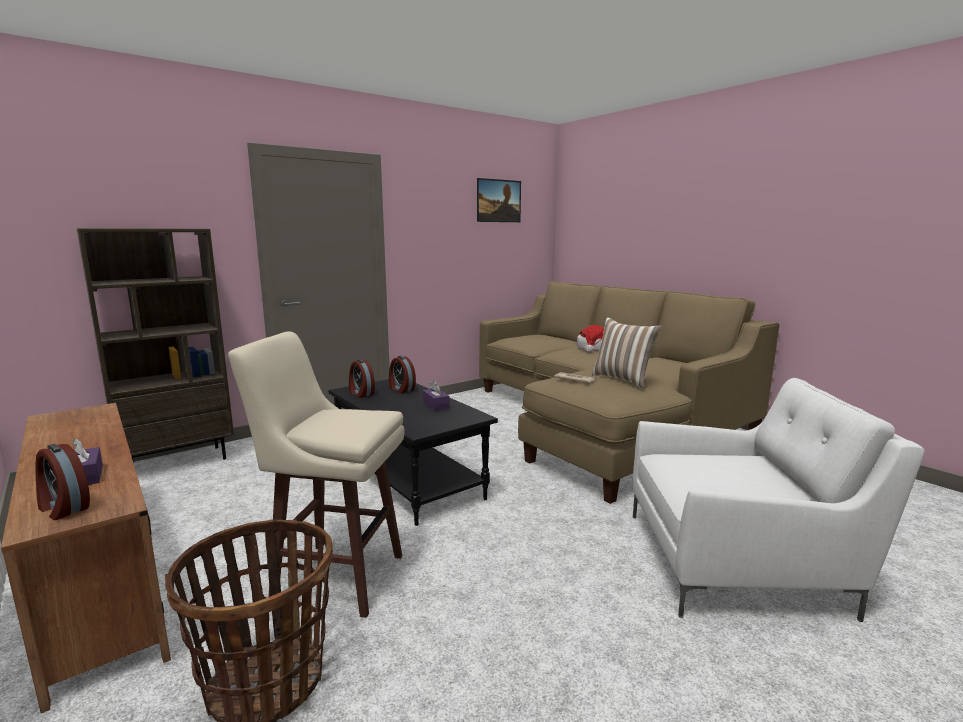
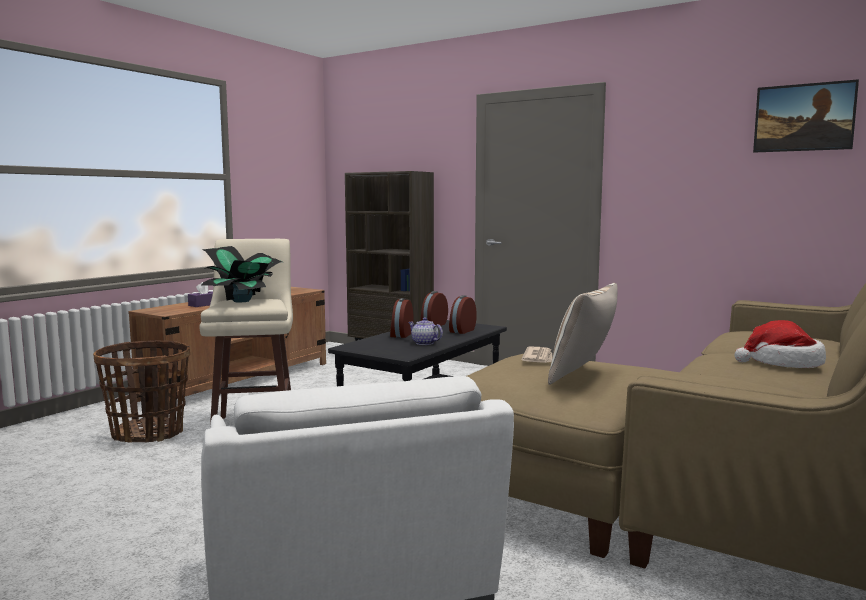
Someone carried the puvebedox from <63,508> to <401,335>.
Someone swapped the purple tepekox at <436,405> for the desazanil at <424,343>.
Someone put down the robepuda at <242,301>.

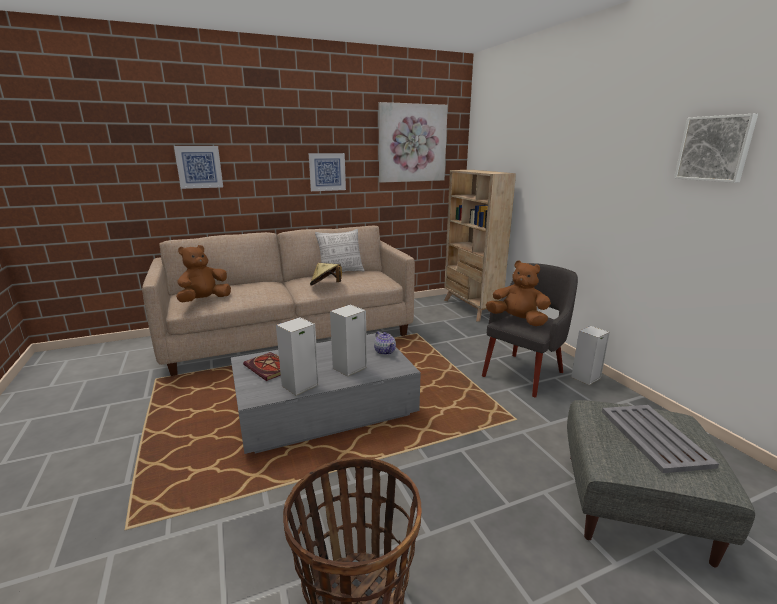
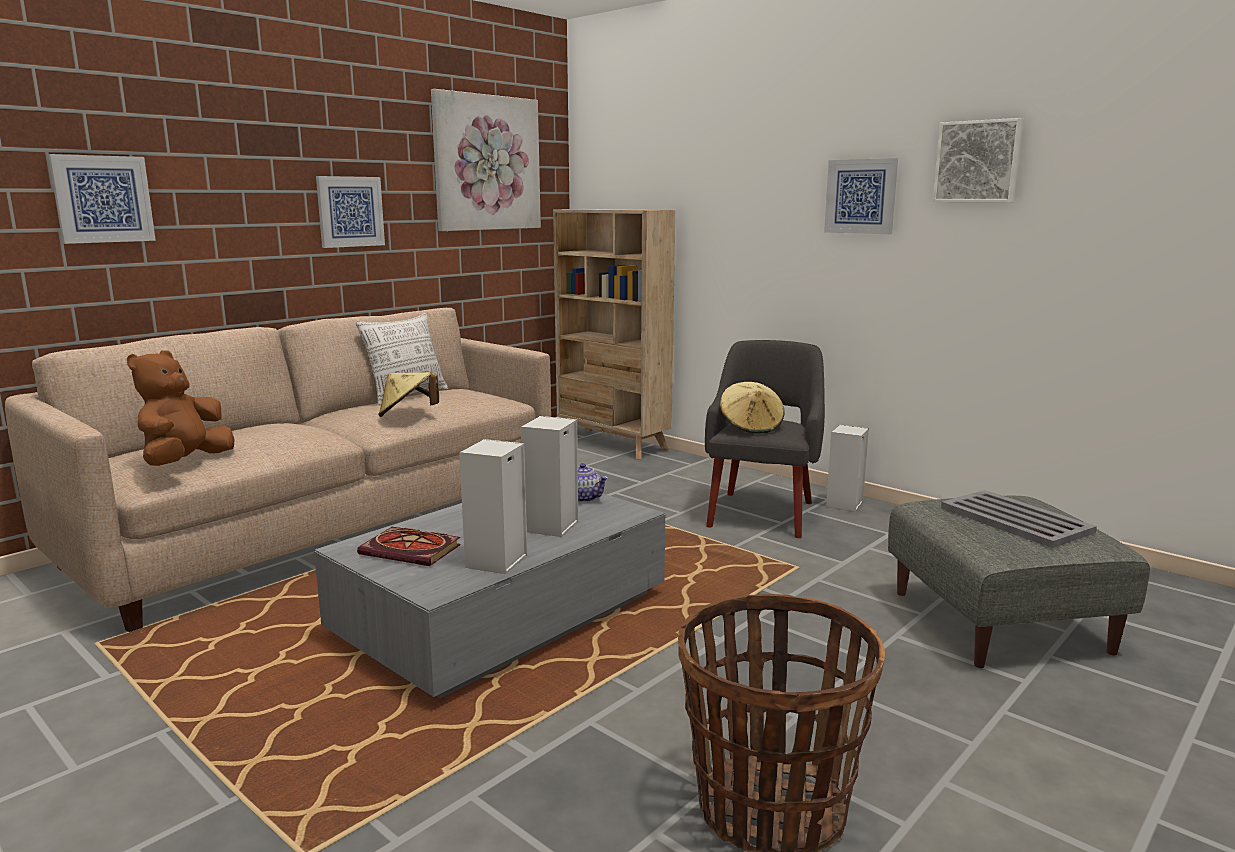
Someone swapped the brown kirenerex at <517,320> for the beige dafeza at <751,427>.
Someone put up the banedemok at <861,196>.

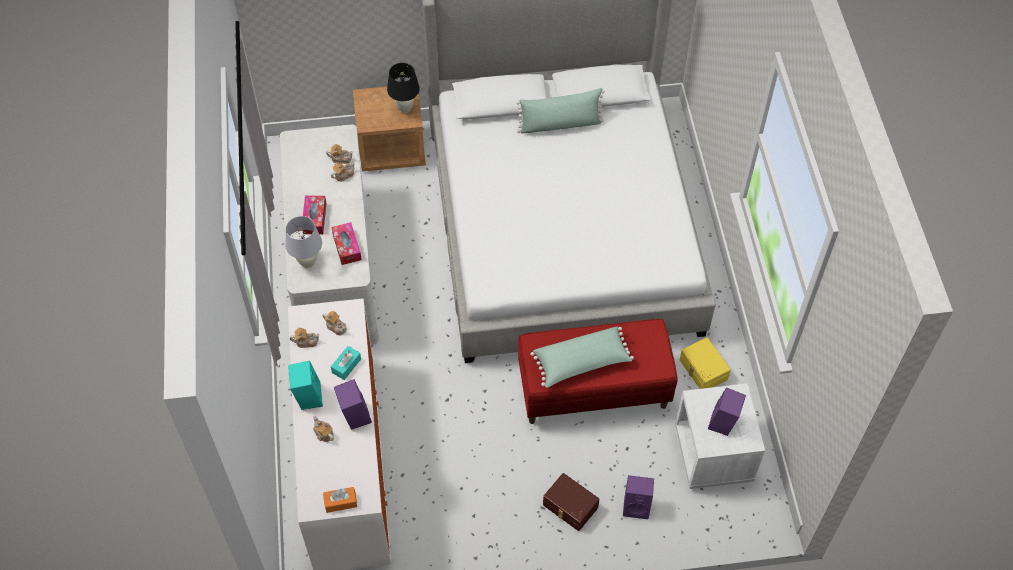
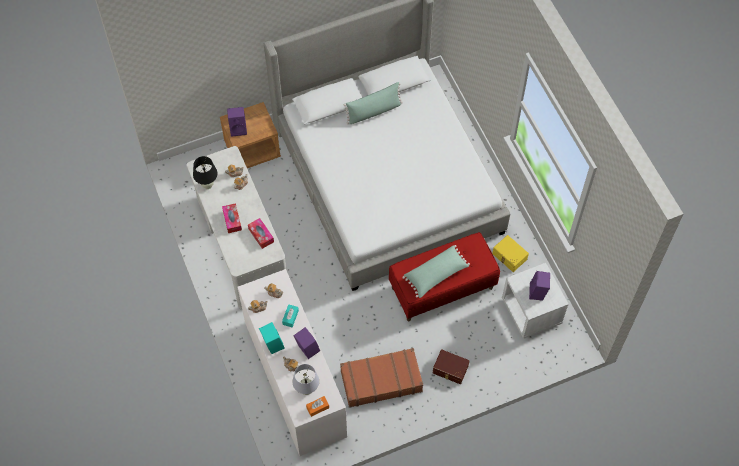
Someone carried the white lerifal from <307,263> to <307,390>.
Someone carried the black lerifal from <405,108> to <208,185>.
Someone carried the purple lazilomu from <637,506> to <238,128>.
Someone put down the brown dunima at <381,380>.

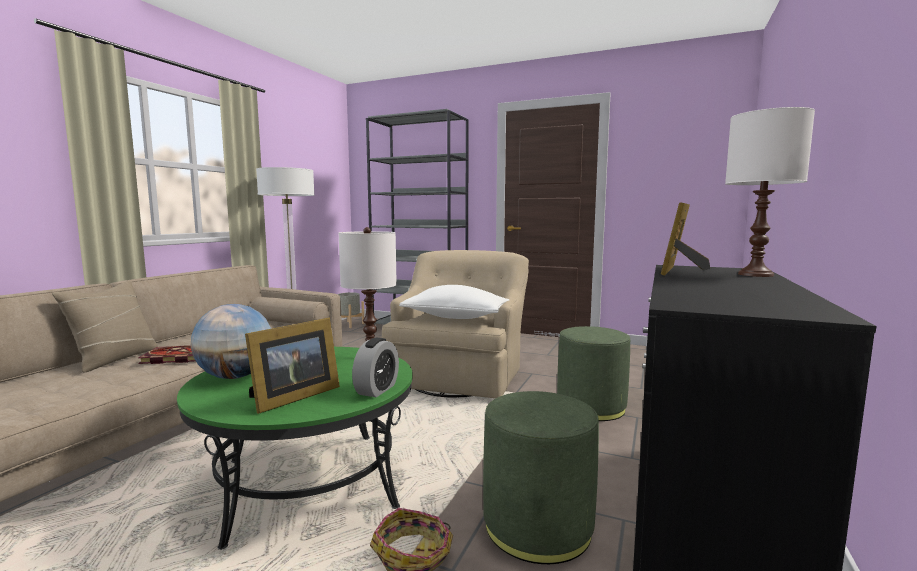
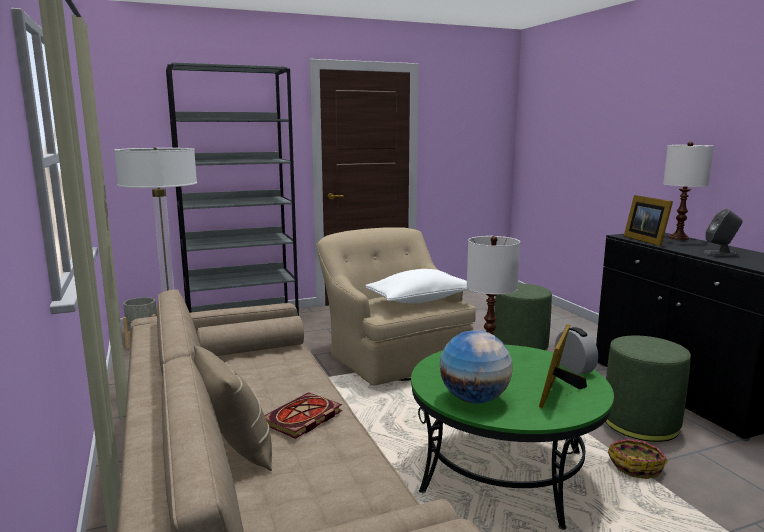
Someone rotated the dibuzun at <292,397> by 150 degrees counterclockwise.
Someone put down the grey lazilomu at <720,253>.

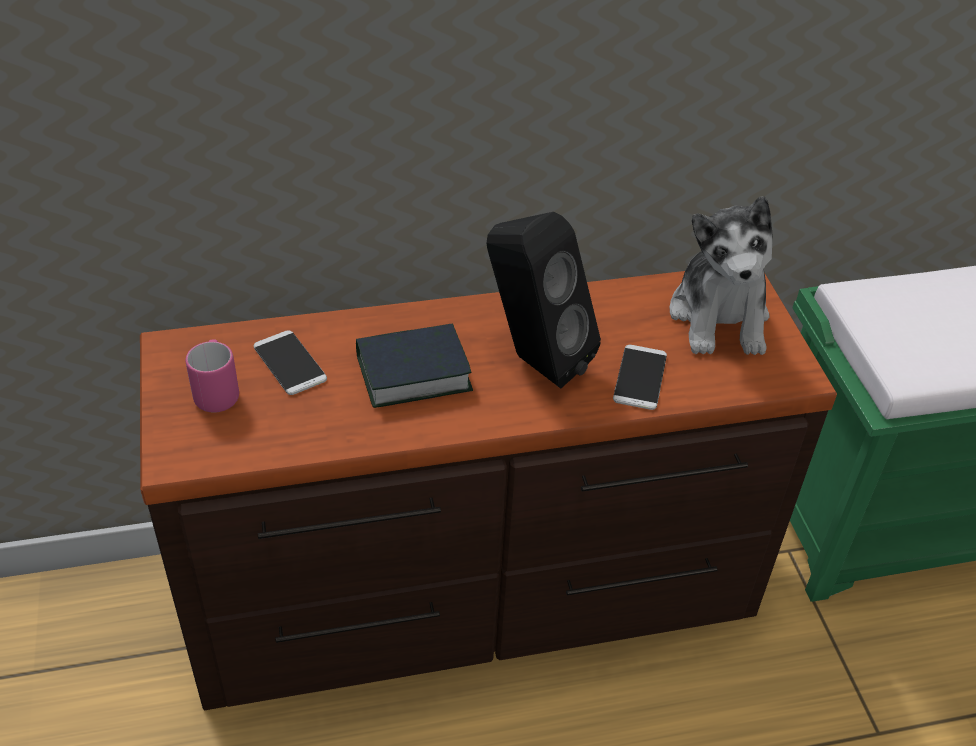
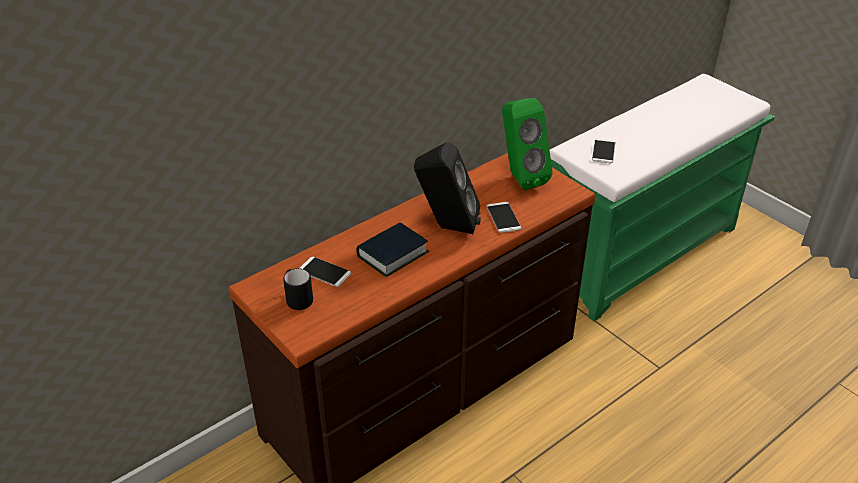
Someone repainted the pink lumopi at <217,392>, which became the black lumopi at <297,299>.
Someone swapped the kirenerex at <719,317> for the green lazilomu at <520,178>.
Someone put down the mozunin at <603,151>.

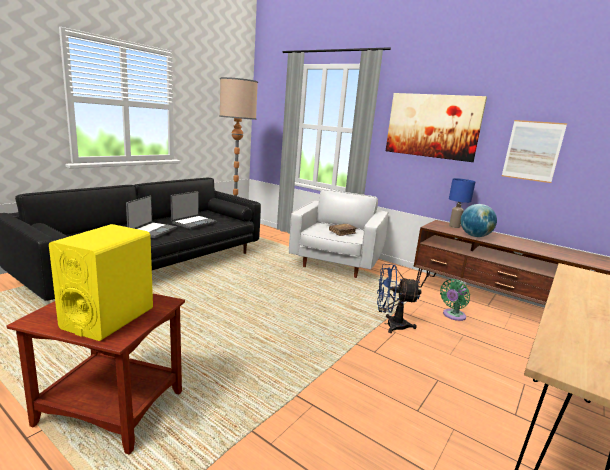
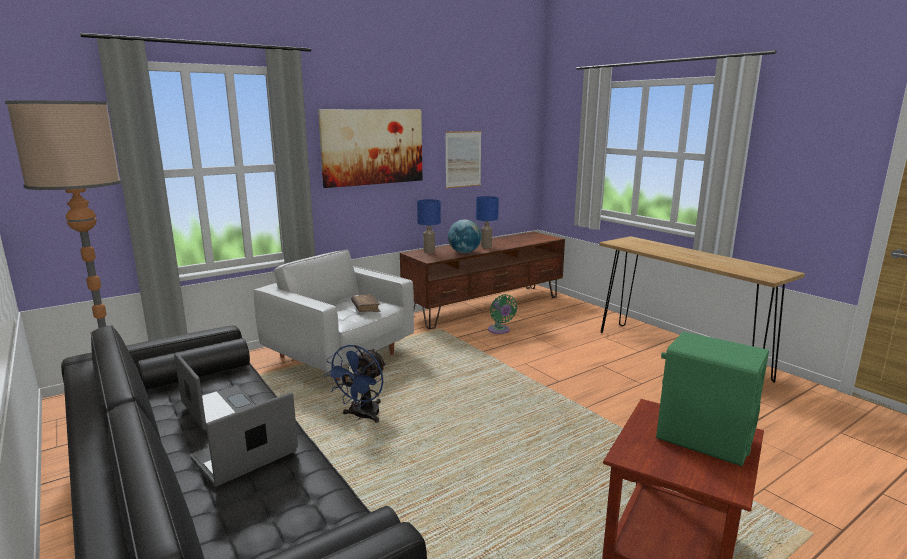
Someone repainted the yellow lazilomu at <109,318>, which became the green lazilomu at <703,439>.
Someone rotated the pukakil at <152,231> by 75 degrees counterclockwise.
Someone carried the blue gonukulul from <390,325> to <362,416>.
Someone put down the blue lerifal at <486,247>.

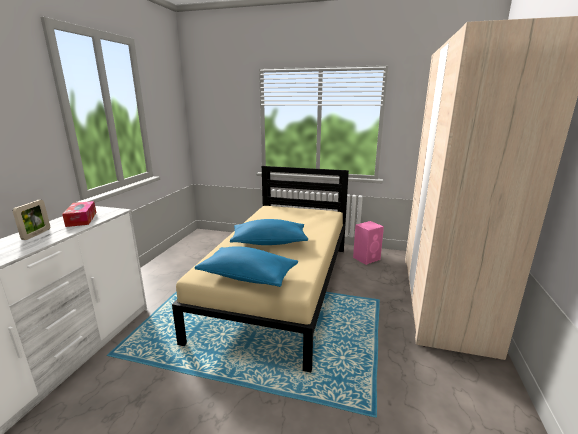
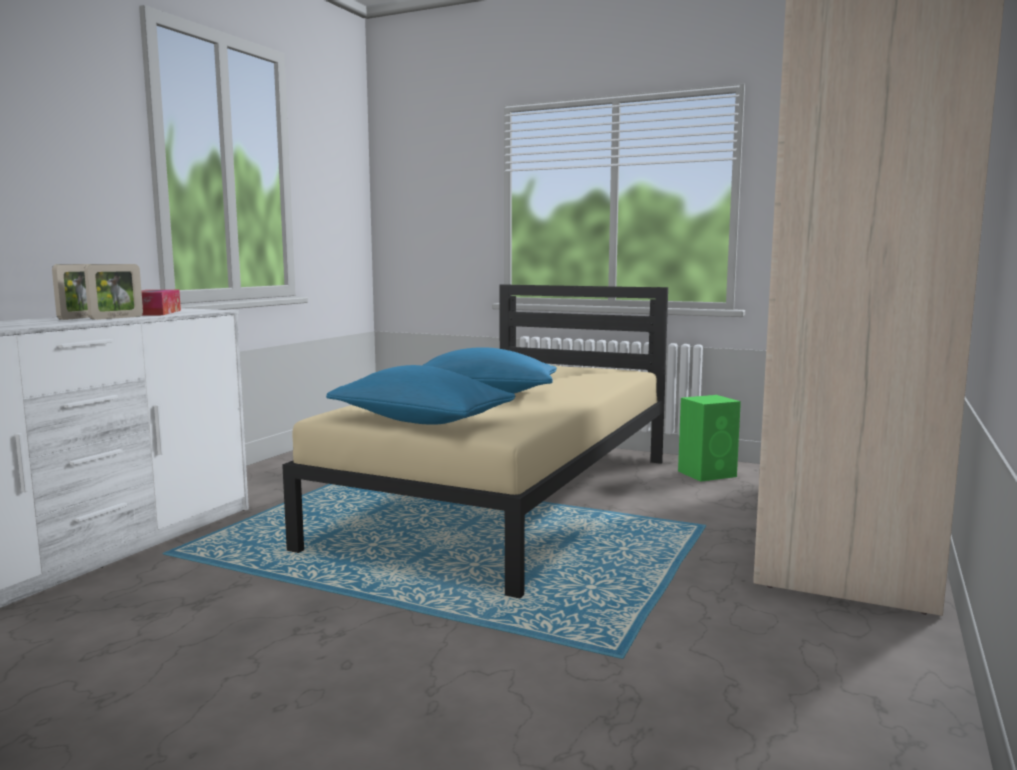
Someone repainted the pink lazilomu at <367,258>, which became the green lazilomu at <708,474>.
Someone put down the dibuzun at <116,318>.

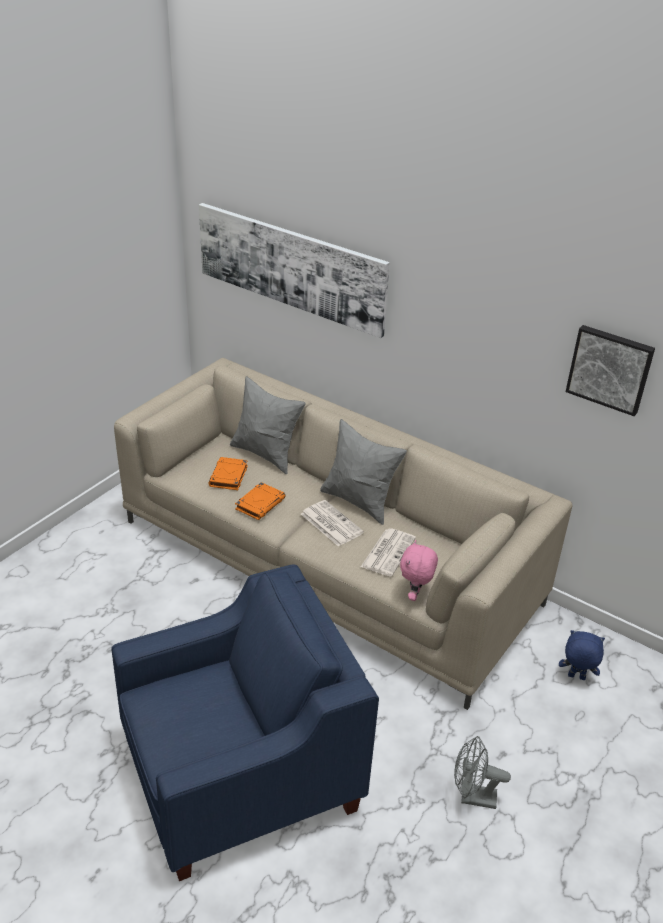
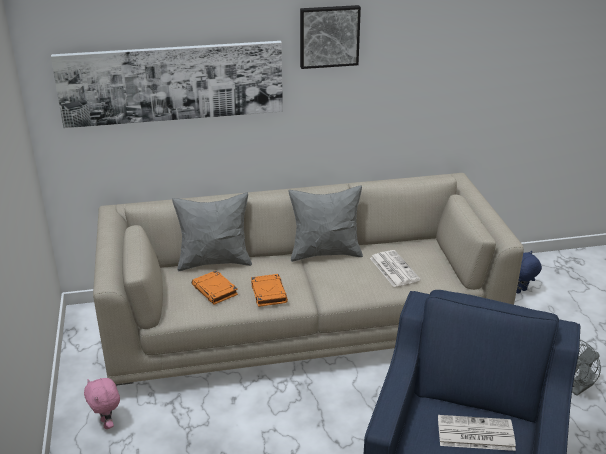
Someone carried the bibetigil from <330,523> to <474,434>.
Someone carried the pink kirenerex from <415,595> to <107,423>.
Someone carried the banedemok from <610,368> to <329,36>.

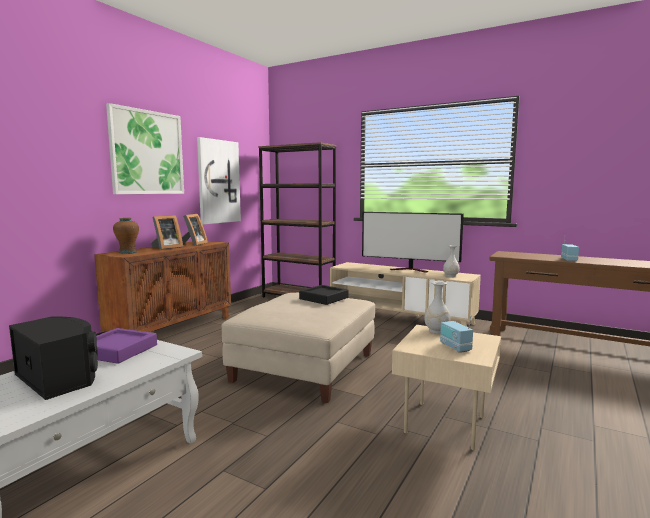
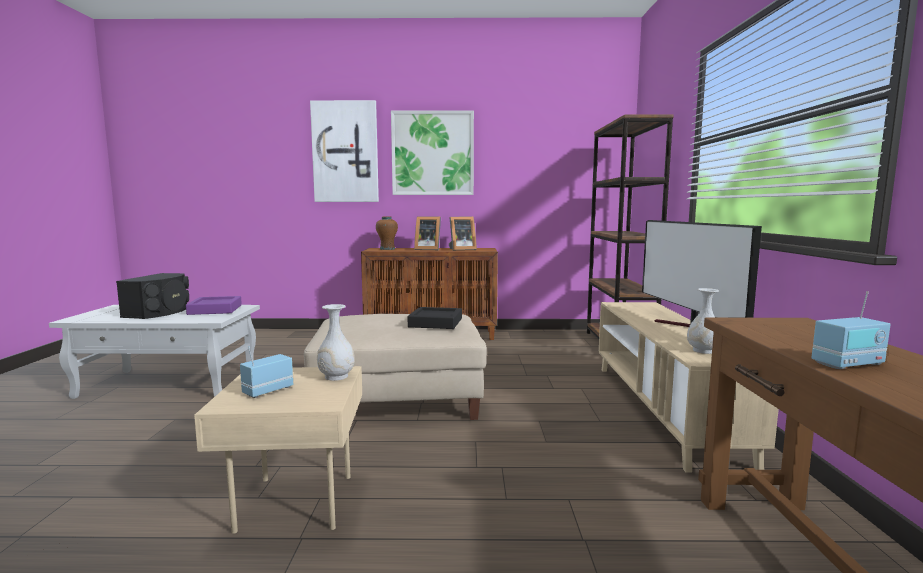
Someone carried the banedemok from <218,181> to <345,152>.

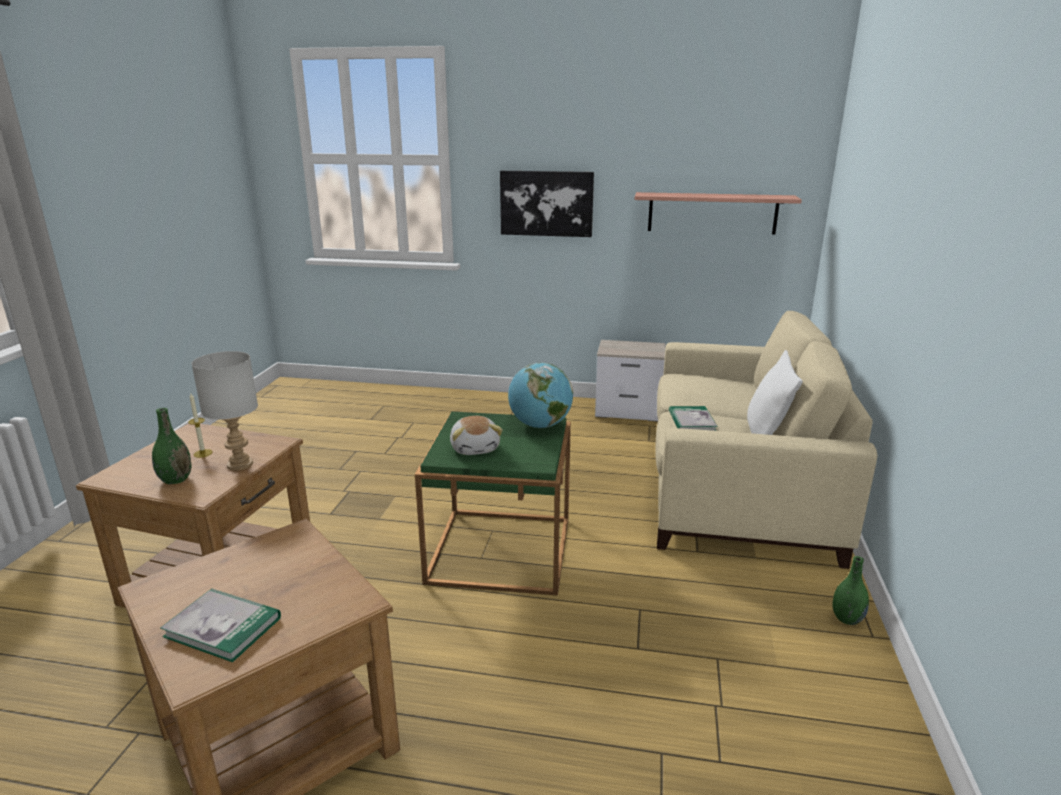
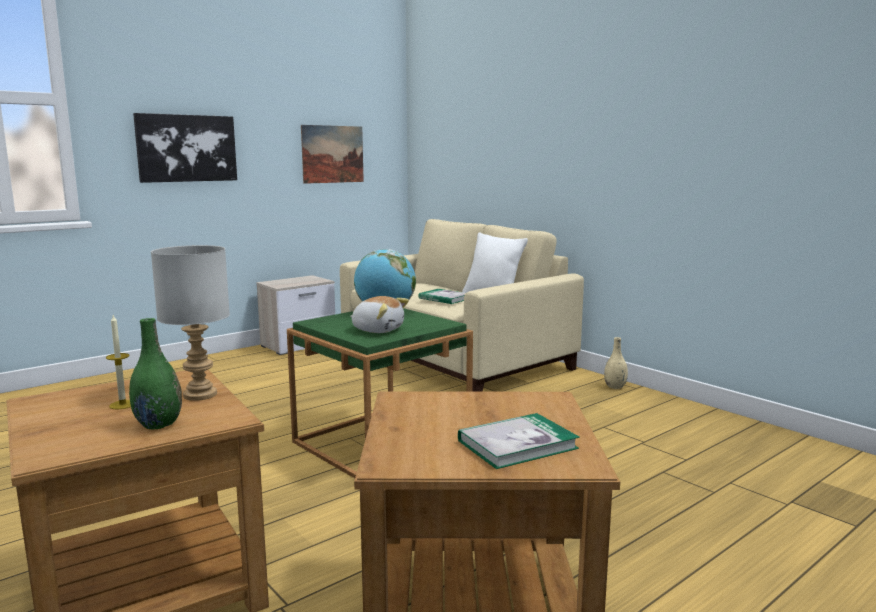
Someone swapped the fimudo at <712,213> for the banedemok at <332,154>.
Someone repainted the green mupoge at <847,619>, which became the beige mupoge at <615,387>.

